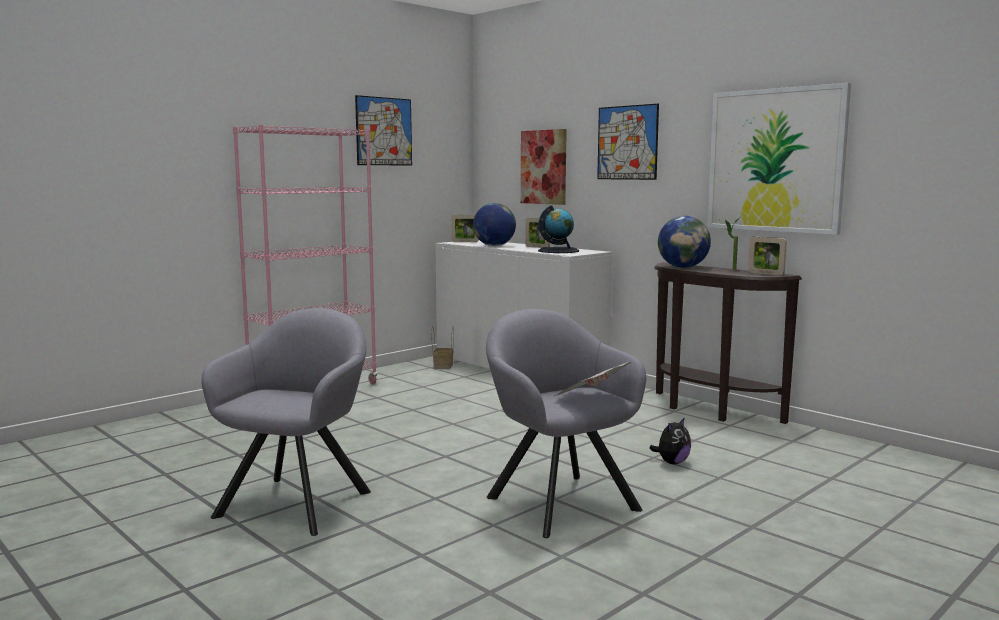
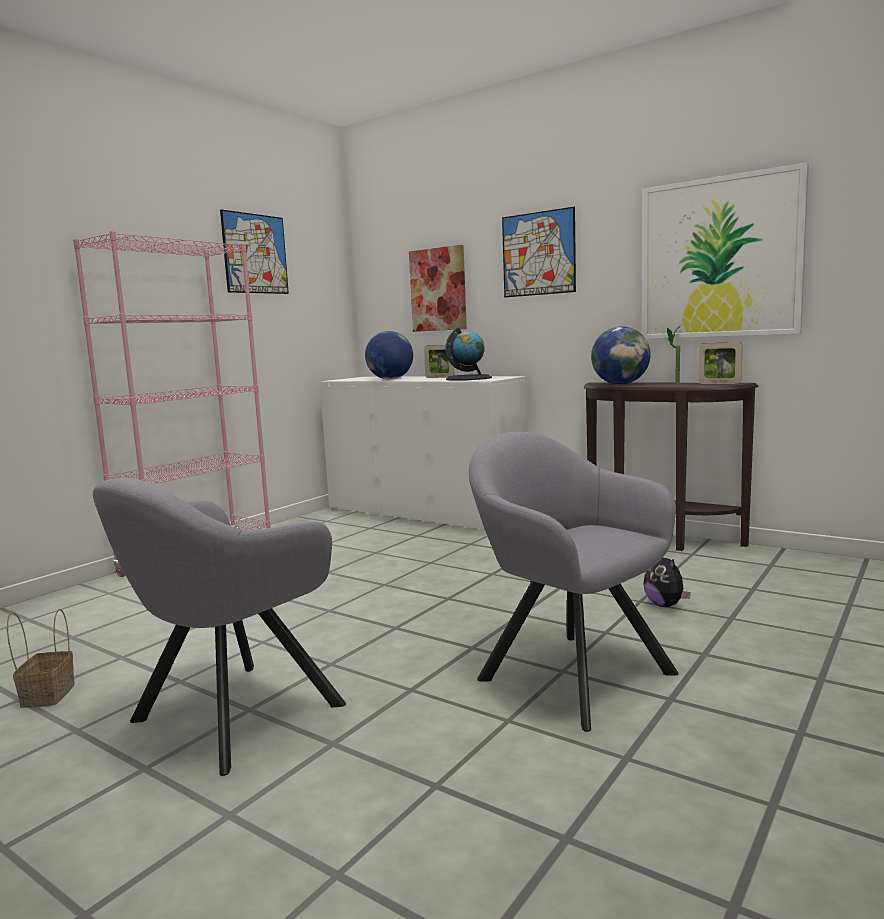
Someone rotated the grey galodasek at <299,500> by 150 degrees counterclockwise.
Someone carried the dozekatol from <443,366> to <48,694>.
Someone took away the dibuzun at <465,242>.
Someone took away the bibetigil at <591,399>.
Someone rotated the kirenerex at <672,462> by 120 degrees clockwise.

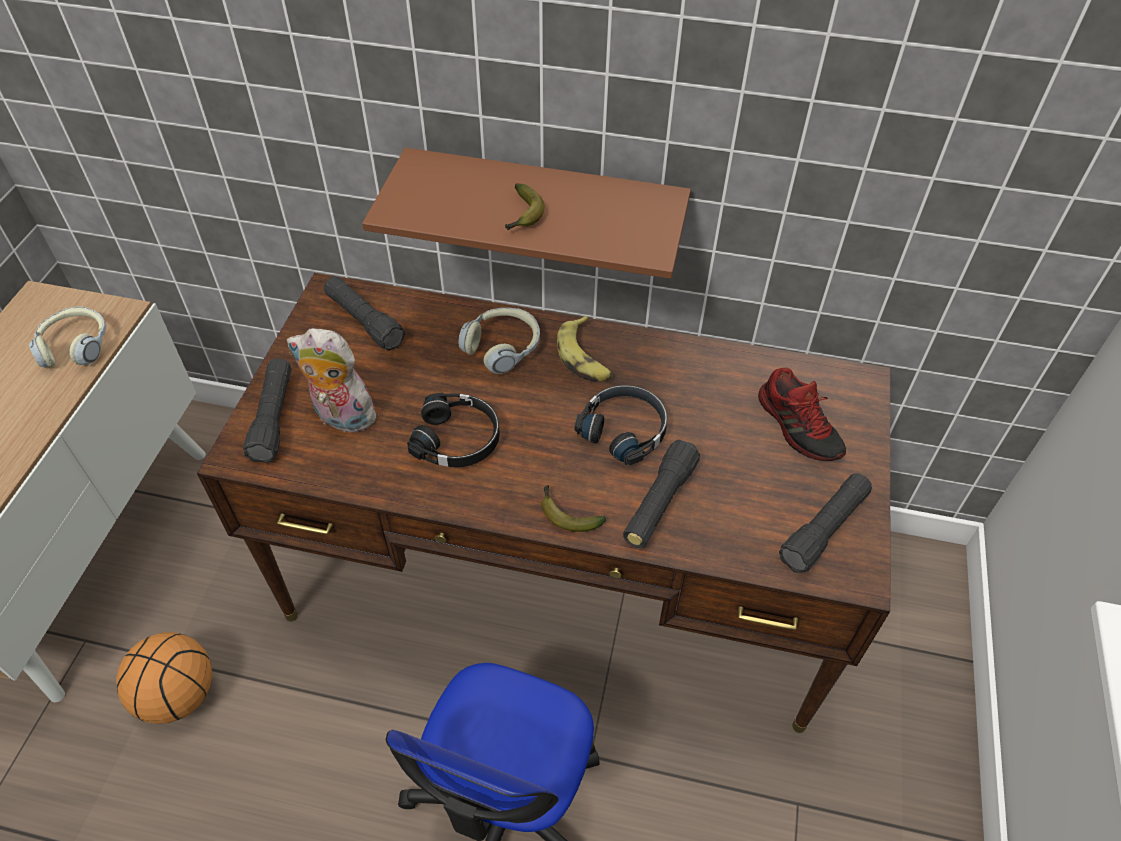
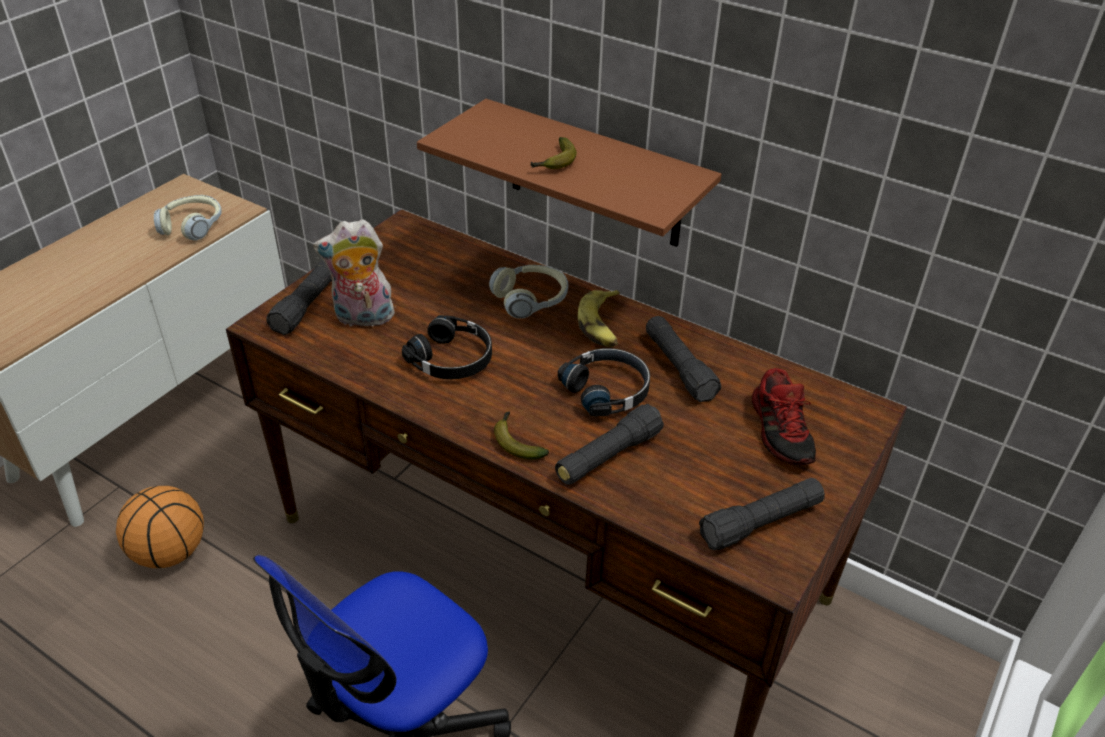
Someone rotated the kirenerex at <341,418> by 45 degrees counterclockwise.
Someone carried the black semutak from <364,321> to <679,368>.

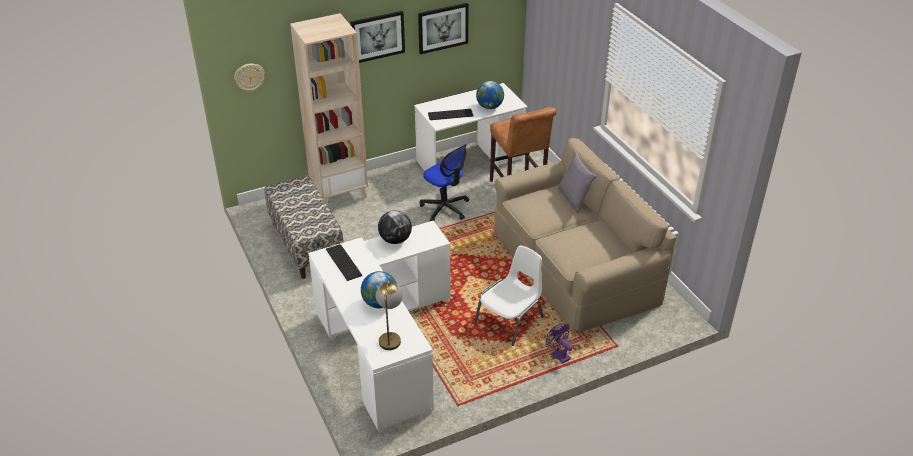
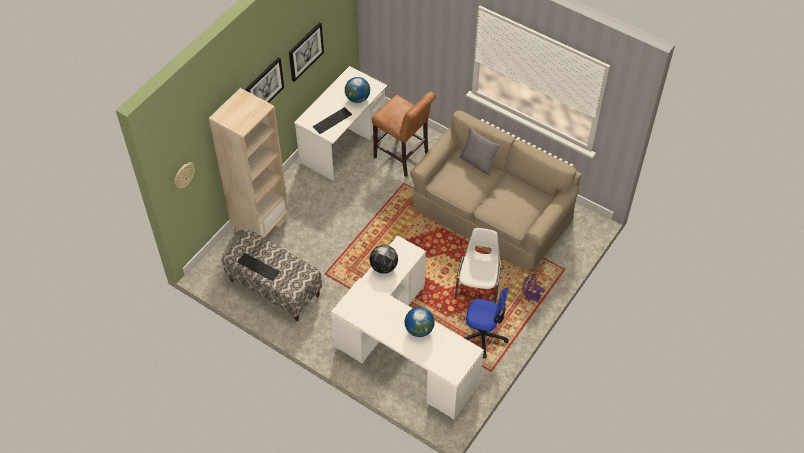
Someone carried the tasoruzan from <342,262> to <257,267>.
Someone took away the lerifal at <390,336>.
Someone carried the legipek from <445,208> to <483,336>.

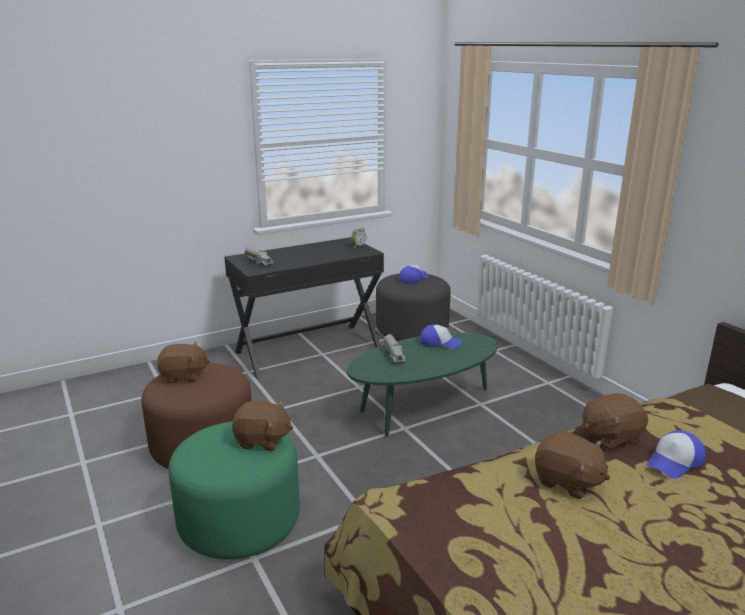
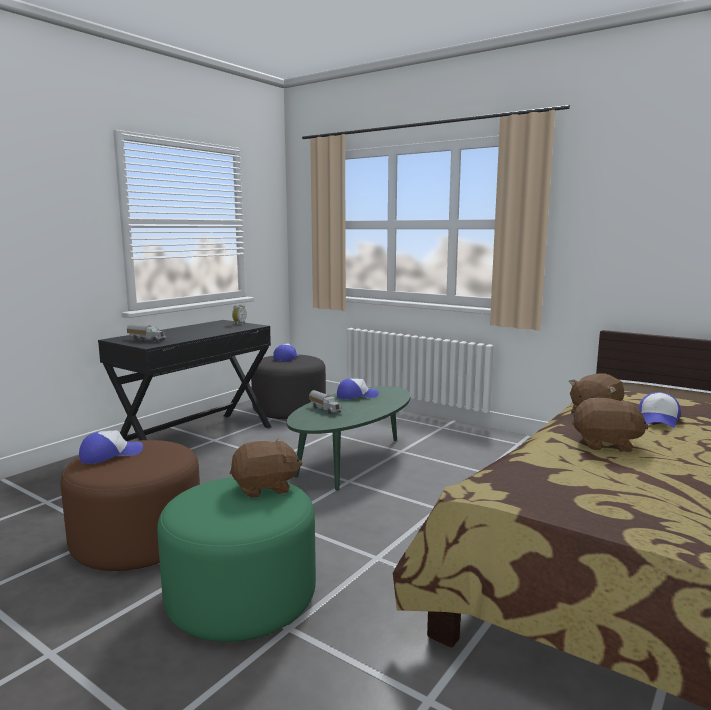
Someone swapped the brown kirenerex at <183,376> for the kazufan at <110,455>.

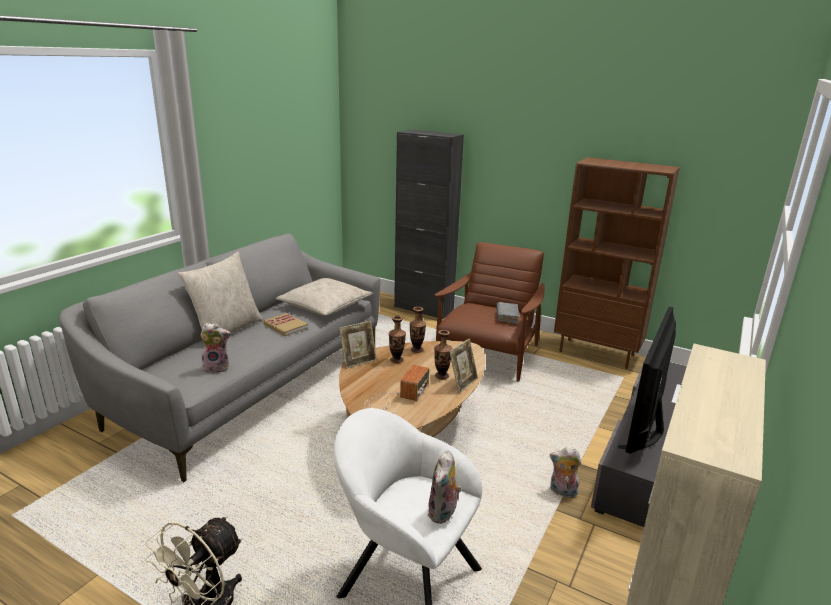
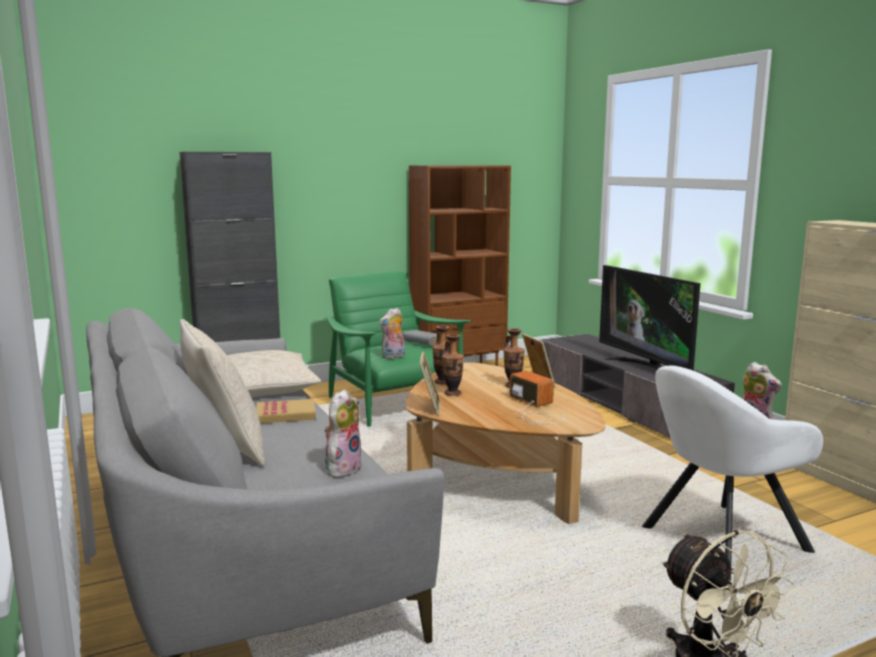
Someone repainted the brown galodasek at <488,355>, which became the green galodasek at <394,404>.
Someone carried the kirenerex from <562,492> to <393,356>.

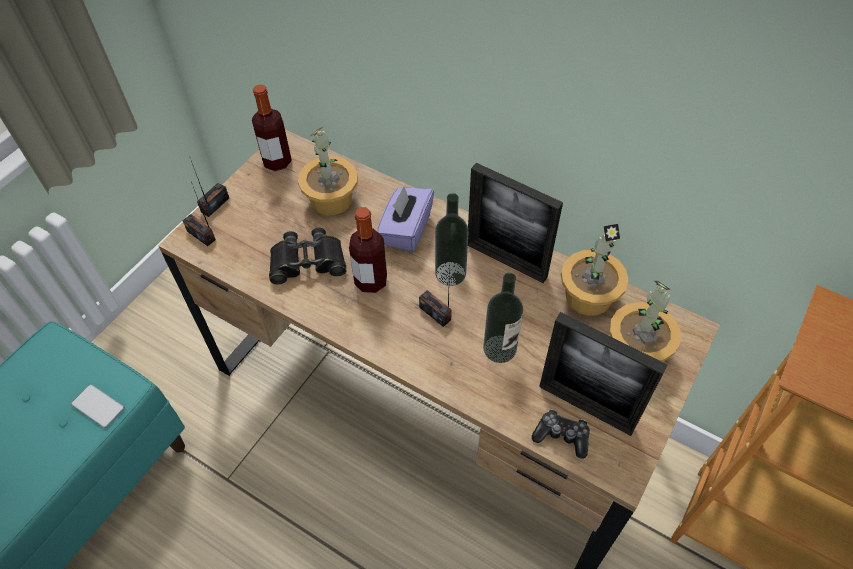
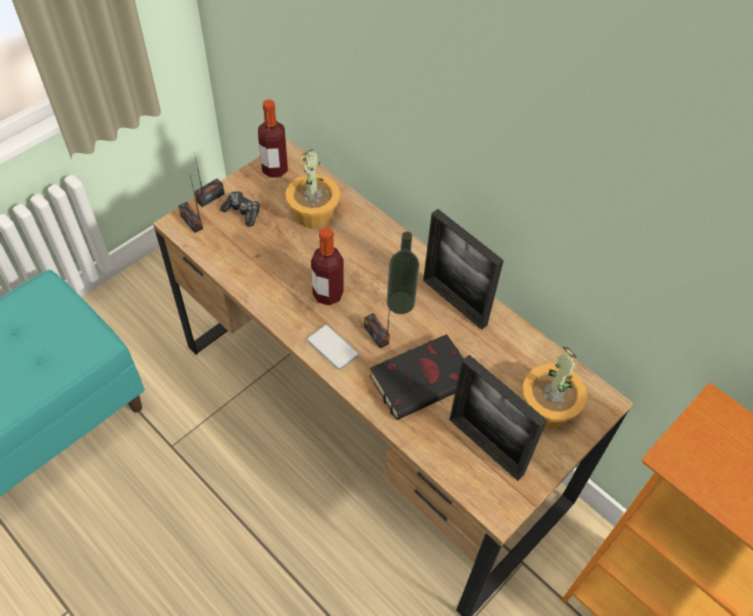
Someone carried the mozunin from <98,406> to <332,347>.
Someone took away the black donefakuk at <307,262>.
Someone took away the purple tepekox at <406,230>.
Someone swapped the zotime at <499,349> for the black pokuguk at <424,379>.
Someone carried the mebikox from <561,436> to <242,212>.
Someone took away the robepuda at <588,296>.

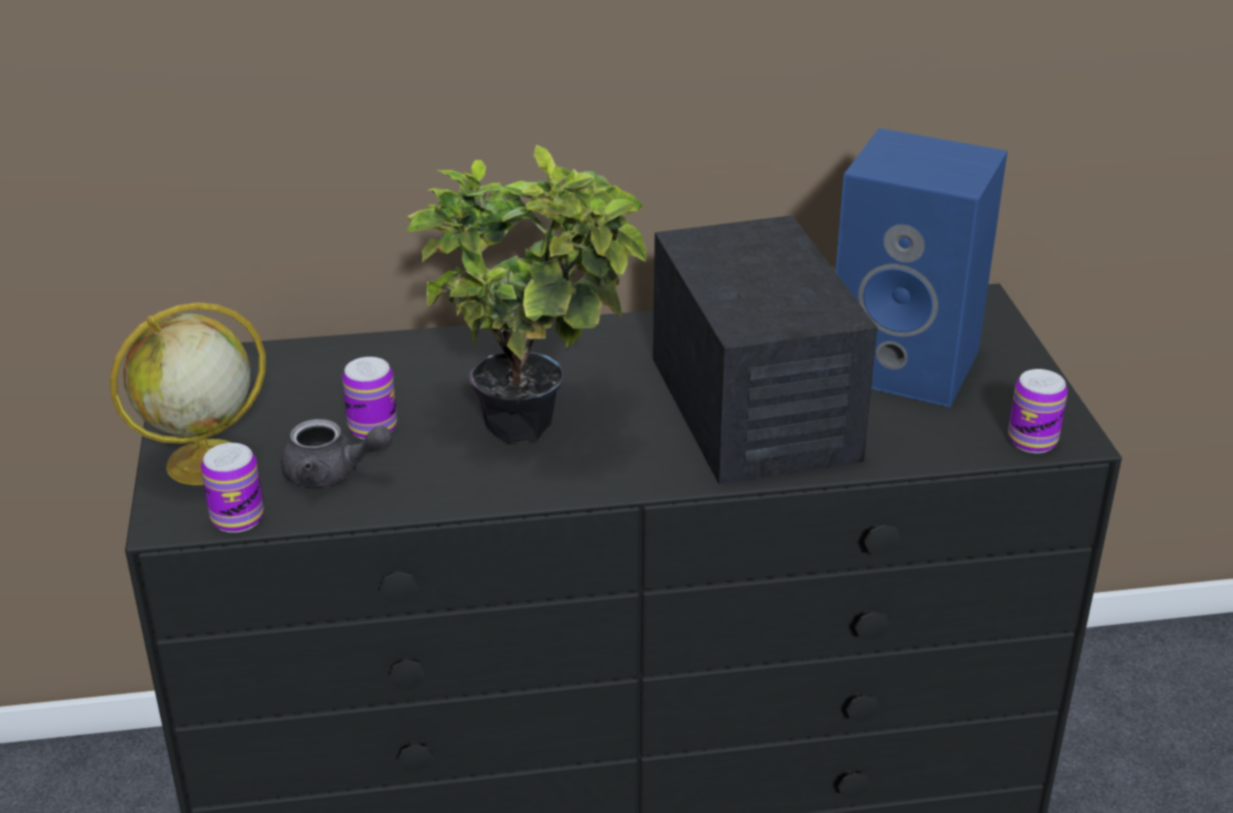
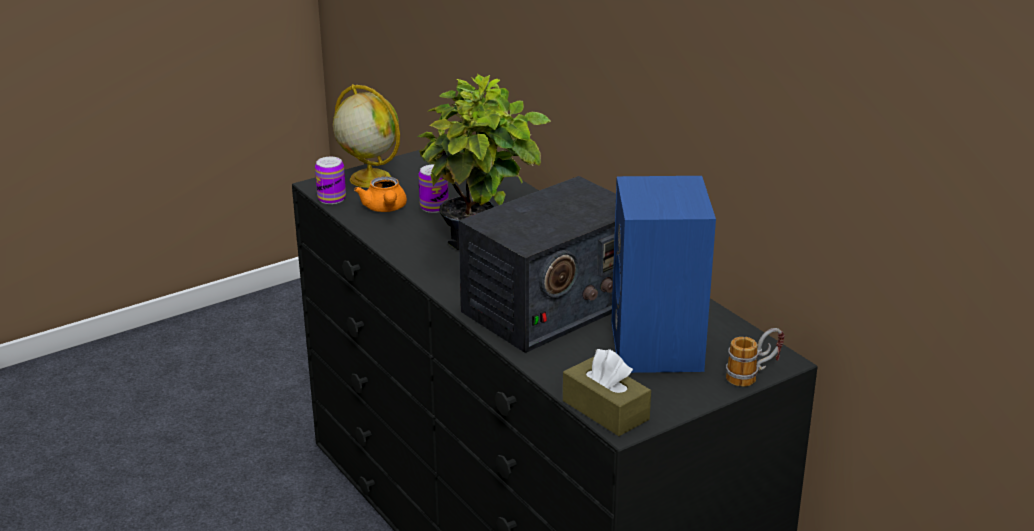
Someone repainted the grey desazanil at <332,474>, which became the orange desazanil at <385,209>.
Someone swapped the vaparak at <1032,440> for the brown tepekox at <605,410>.
Someone put down the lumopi at <753,375>.

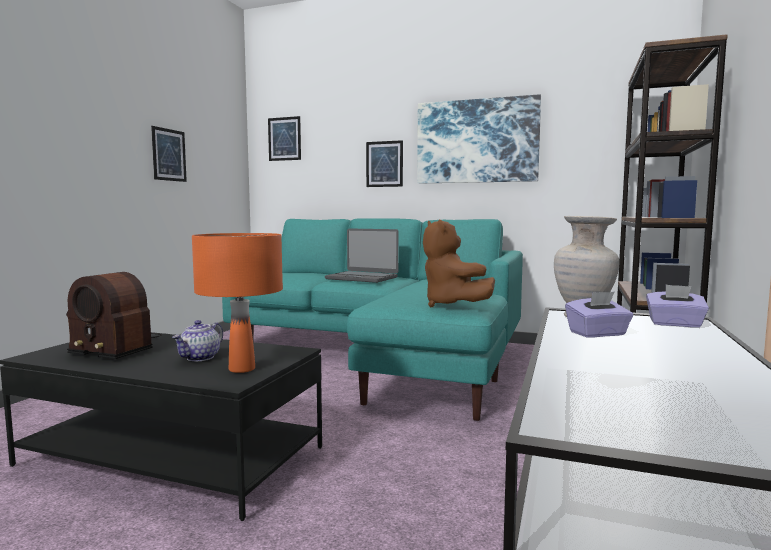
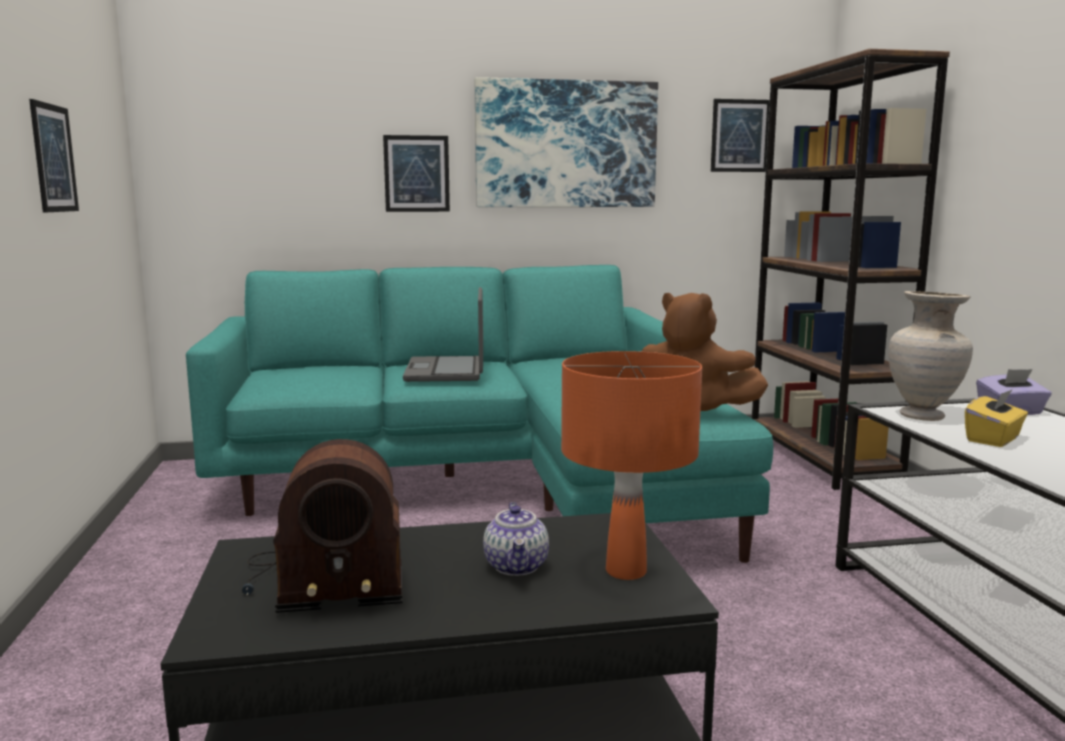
Someone carried the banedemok from <284,139> to <740,136>.
Someone rotated the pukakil at <362,278> by 90 degrees clockwise.
Someone repainted the purple tepekox at <597,334>, which became the yellow tepekox at <993,439>.

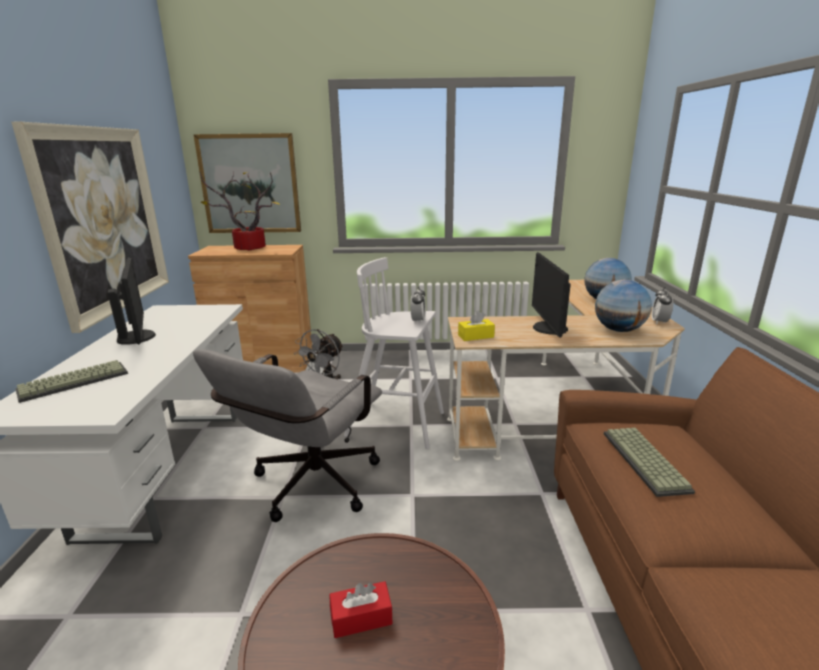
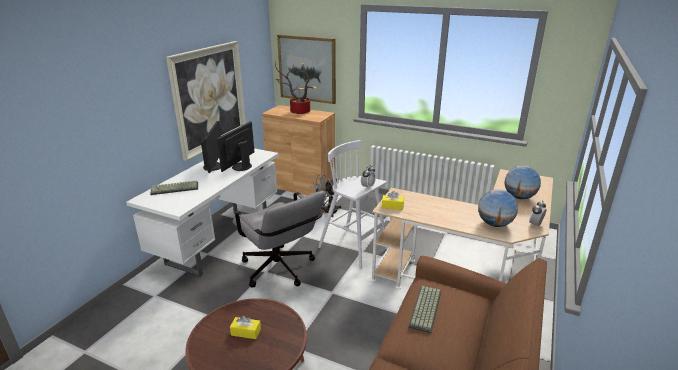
Someone rotated the grey legipek at <309,488> by 90 degrees counterclockwise.
Someone repainted the red tepekox at <361,617>, which became the yellow tepekox at <246,332>.
Someone carried the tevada from <548,328> to <241,166>.

